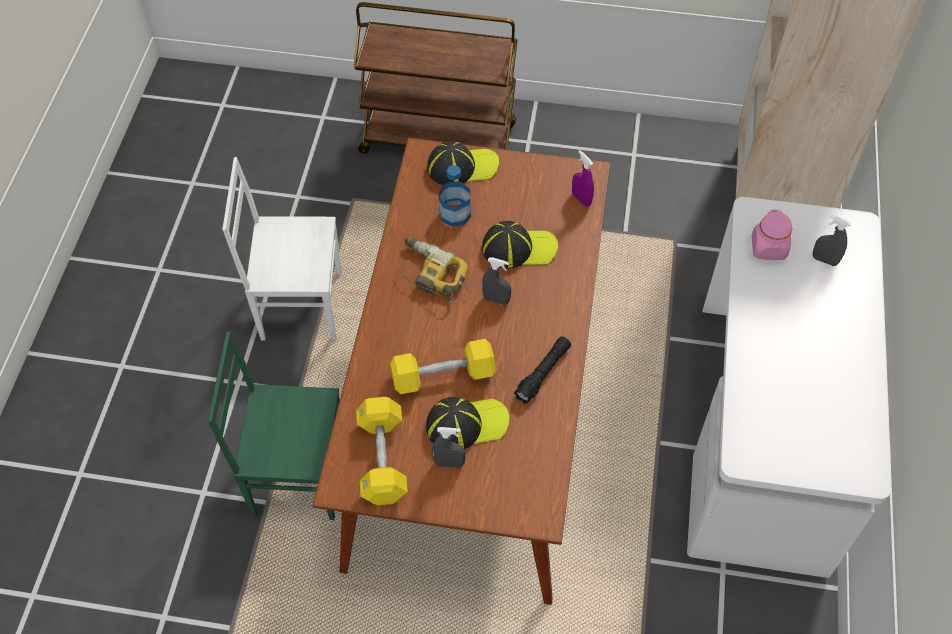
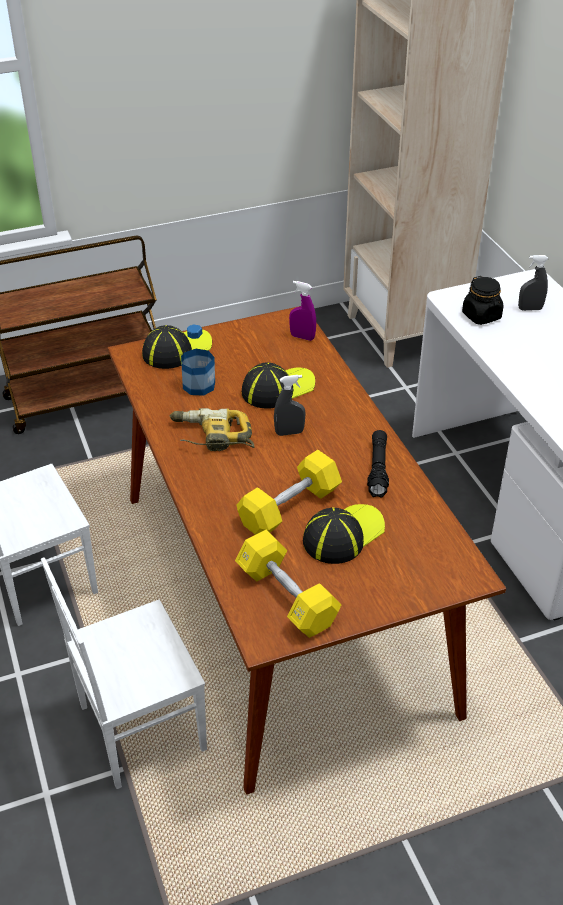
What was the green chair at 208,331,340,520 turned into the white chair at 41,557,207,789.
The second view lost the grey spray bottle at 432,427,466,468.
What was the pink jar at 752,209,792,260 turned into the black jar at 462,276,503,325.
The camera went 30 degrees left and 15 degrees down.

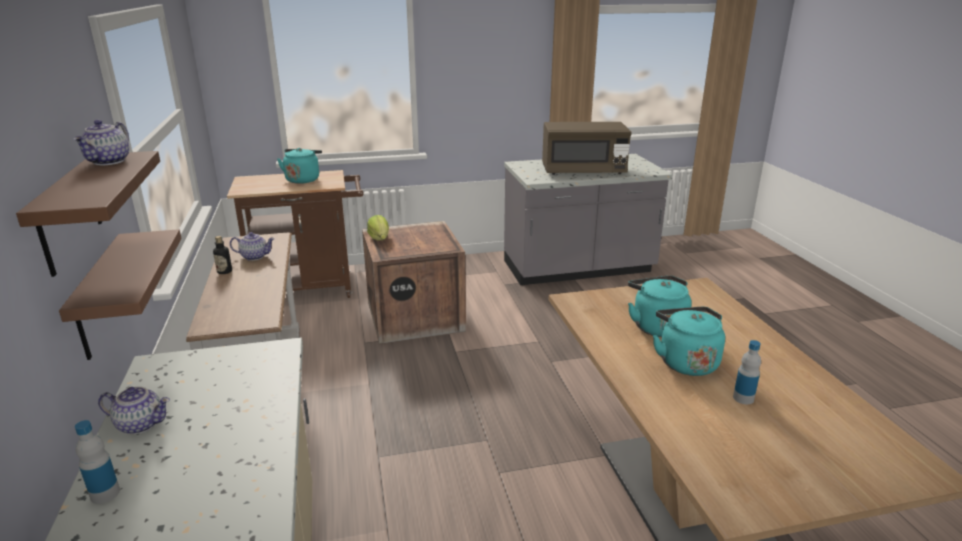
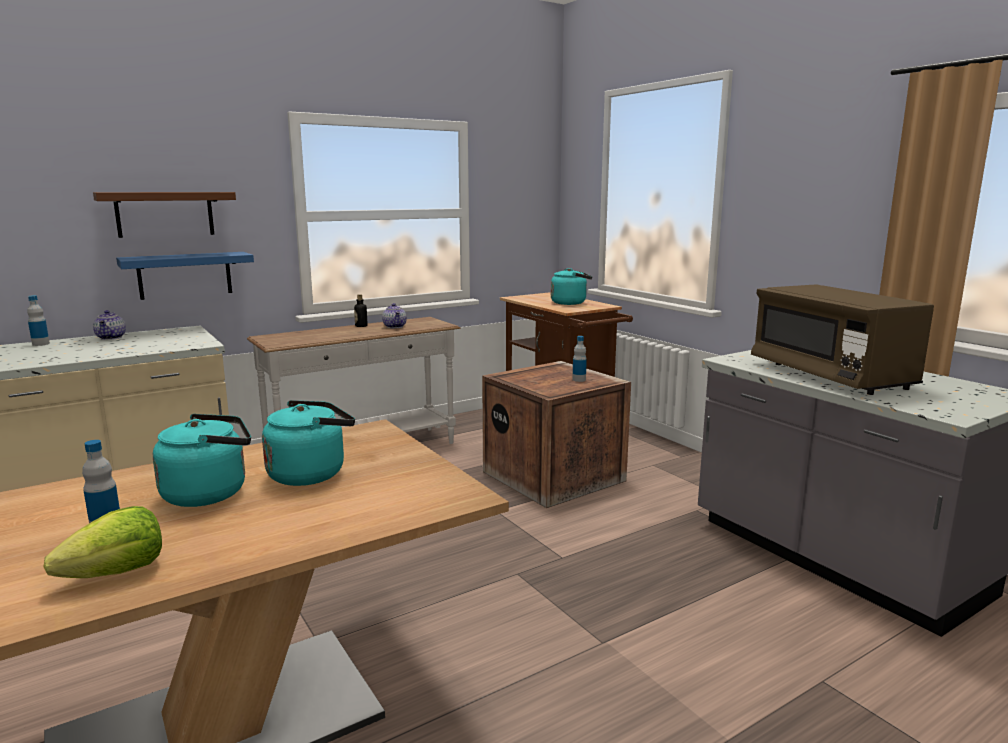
What was the brown shelf at 59,229,181,360 turned into the blue shelf at 116,252,254,300.
The second view lost the teapot at 73,120,129,165.
The lettuce ended up elsewhere, having gone from 367,215,389,241 to 44,506,162,578.
The second view gained the bottle at 572,336,587,382.
The camera went 70 degrees right and 10 degrees down.

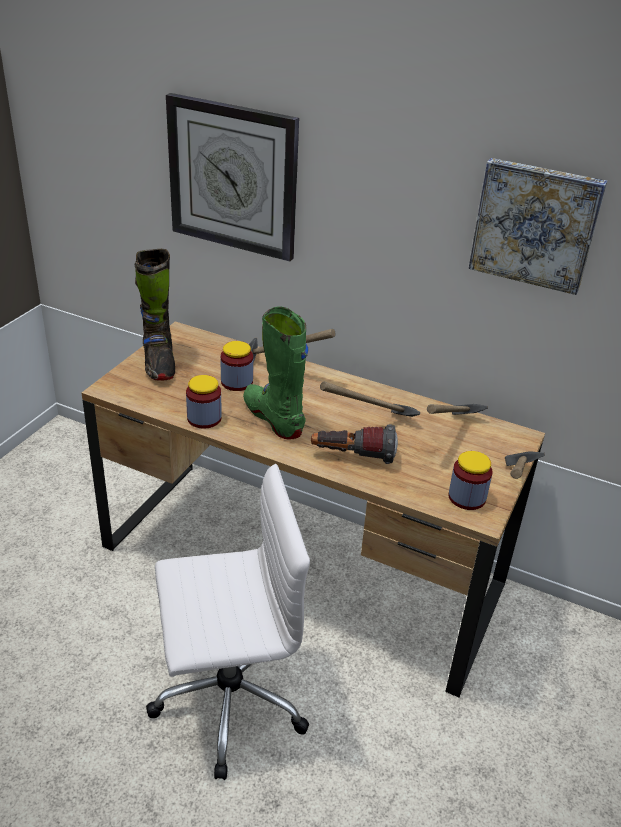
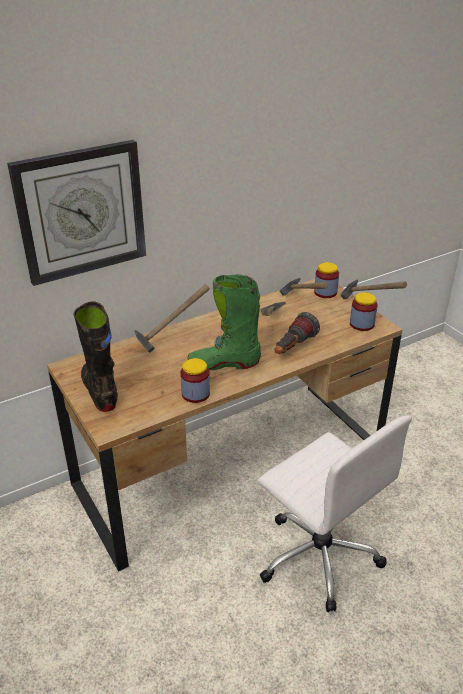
The black boot at 134,249,175,381 ended up facing another way, 135 degrees counterclockwise from before.
The white office chair at 146,464,310,780 ended up facing another way, 120 degrees clockwise from before.
The jar ended up elsewhere, having gone from 220,341,253,391 to 314,262,339,298.
The second view lost the picture at 469,158,607,295.
The camera went 55 degrees left and 0 degrees up.

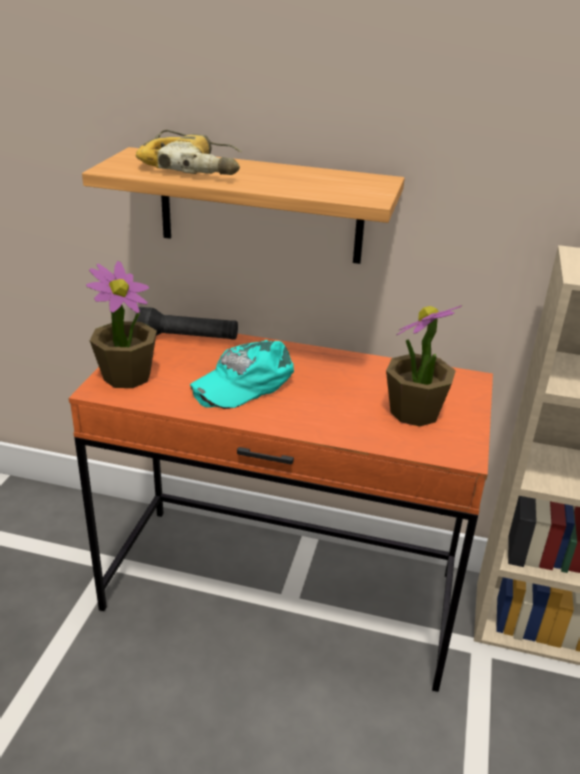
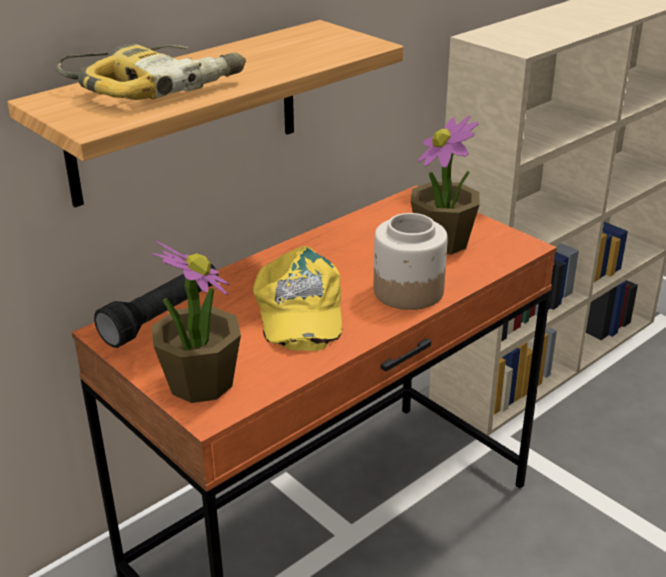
What was the turquoise cap at 190,340,294,409 turned into the yellow cap at 253,246,342,351.
The second view gained the jar at 374,213,448,310.
The camera went 55 degrees left and 0 degrees up.

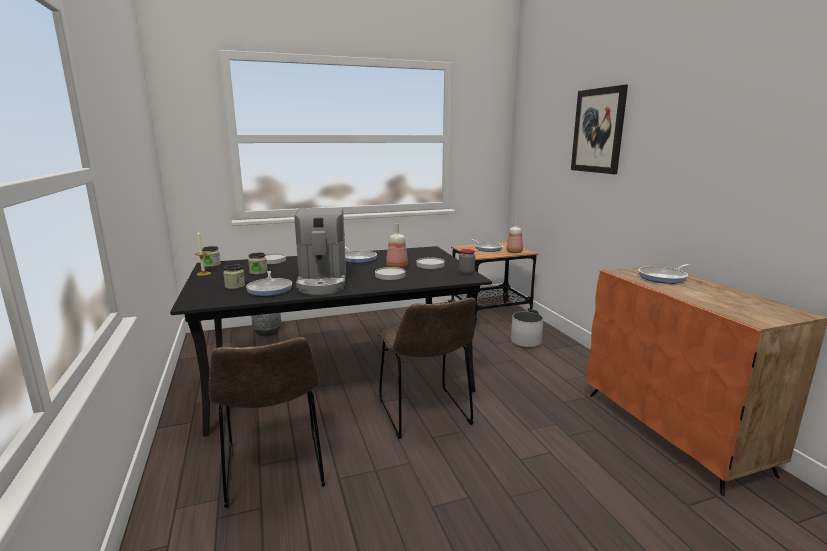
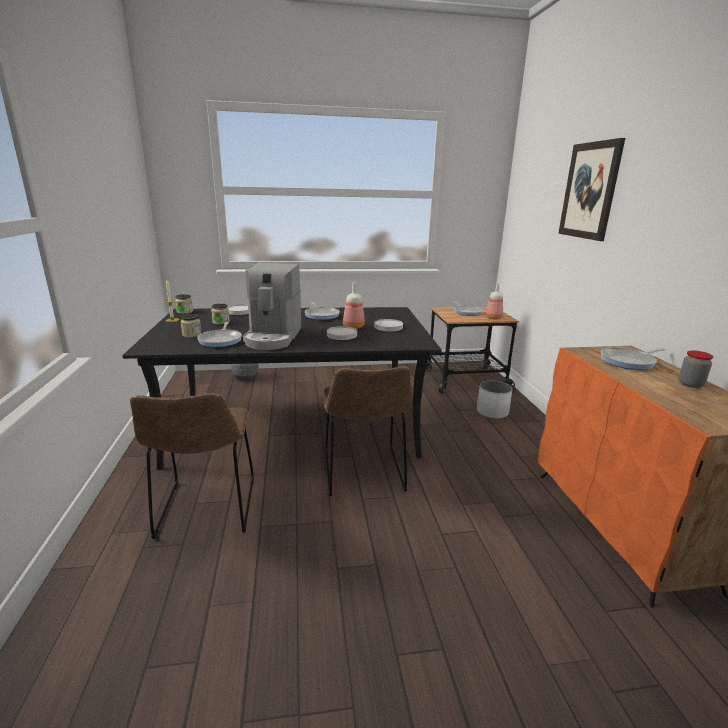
The jar ended up elsewhere, having gone from 459,249,475,275 to 679,350,713,388.
The camera went 10 degrees right and 5 degrees up.

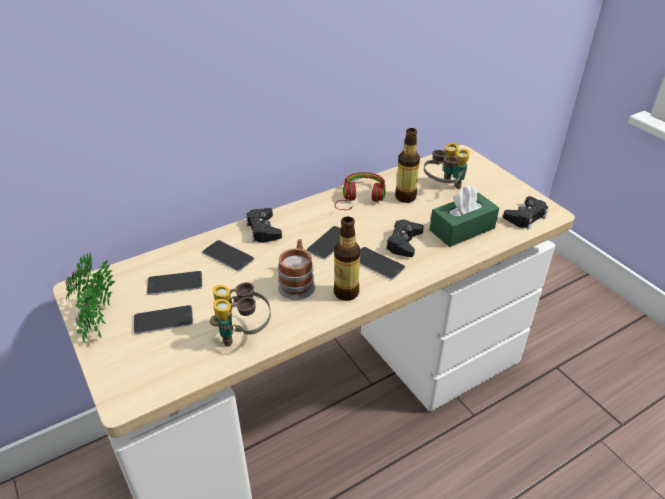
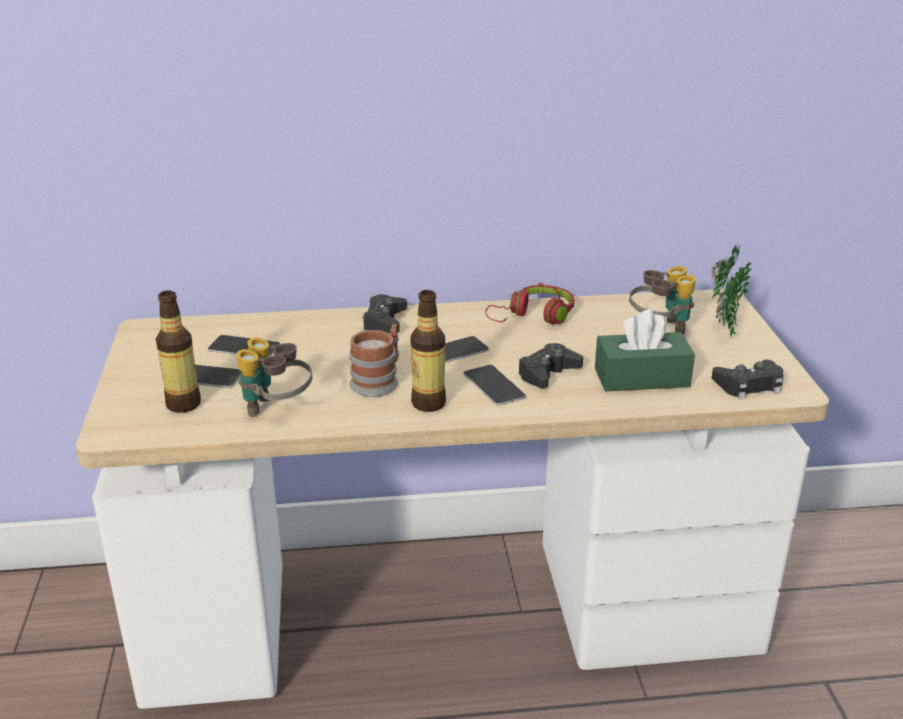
The potted plant ended up elsewhere, having gone from 65,252,116,344 to 711,242,752,337.
The second view lost the phone at 202,240,255,272.
The bottle ended up elsewhere, having gone from 395,128,420,203 to 156,290,201,413.
The camera went 25 degrees right and 10 degrees down.

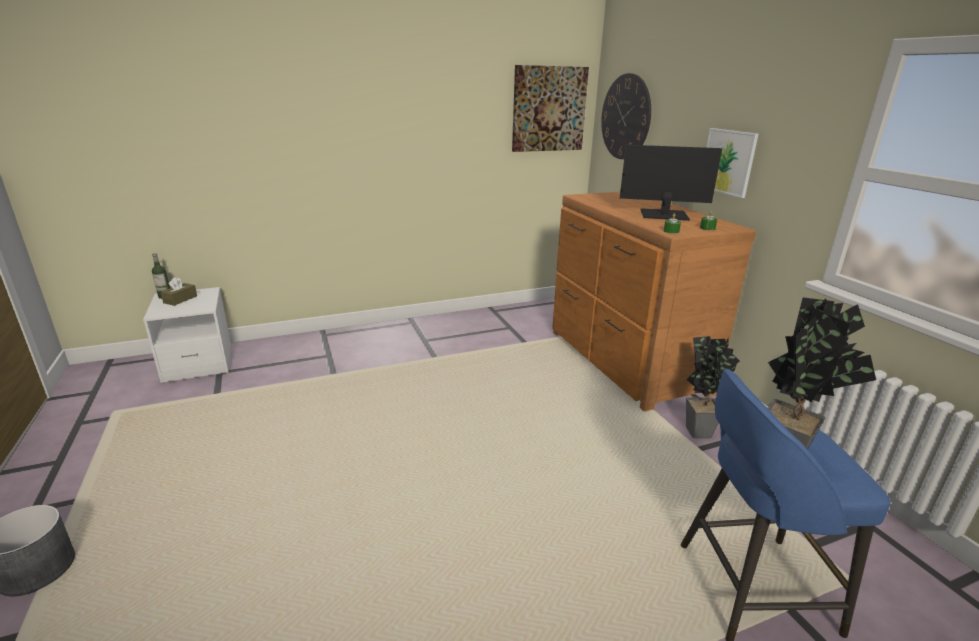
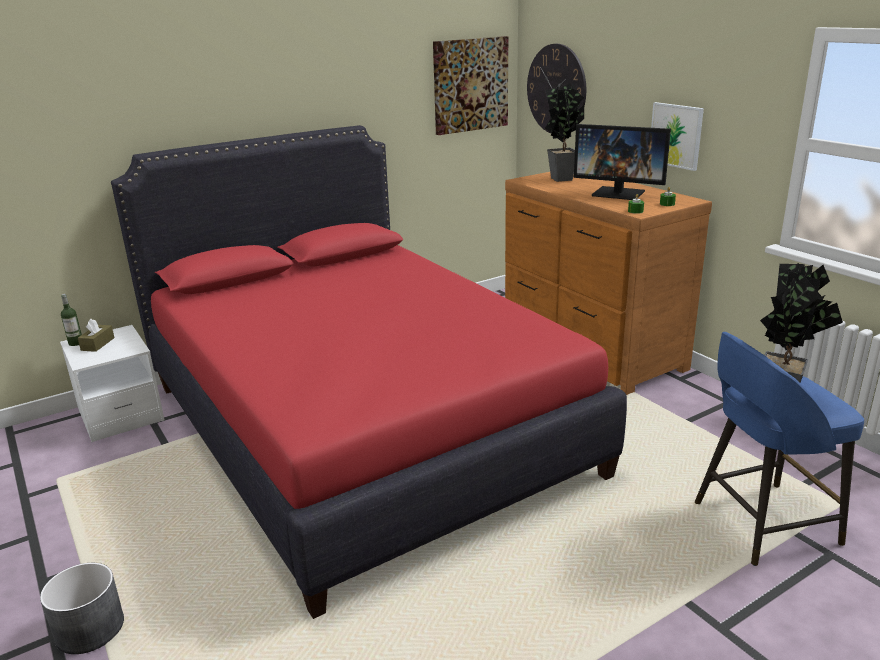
The monitor at 620,145,722,221 ended up facing another way, 150 degrees counterclockwise from before.
The potted plant ended up elsewhere, having gone from 686,336,740,438 to 545,82,584,182.
The second view gained the red bed at 111,125,627,619.
The camera went 10 degrees left and 0 degrees up.

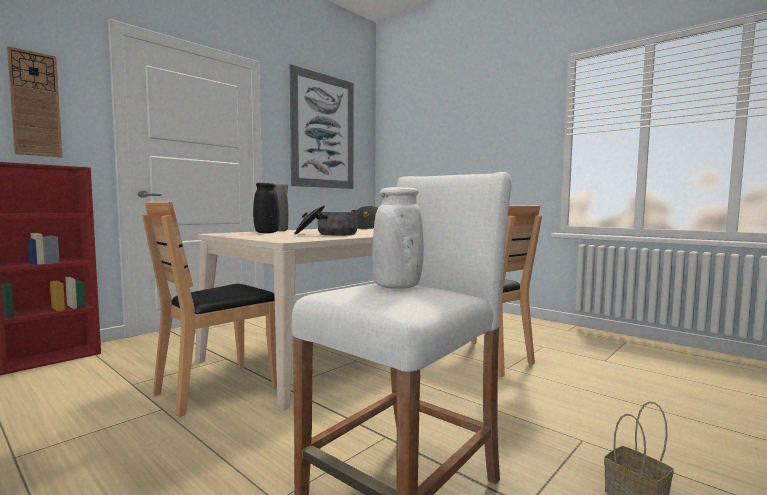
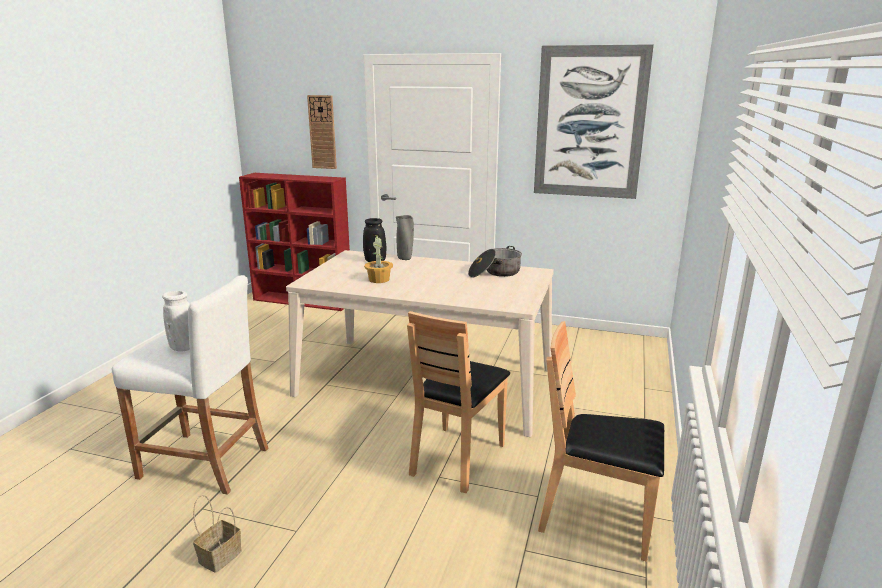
The brown chair ended up elsewhere, having gone from 142,202,277,417 to 538,321,664,561.
Where the cooking pot stood at 294,205,360,236, the potted plant came to stand at 364,234,393,283.
The camera went 65 degrees right and 15 degrees up.

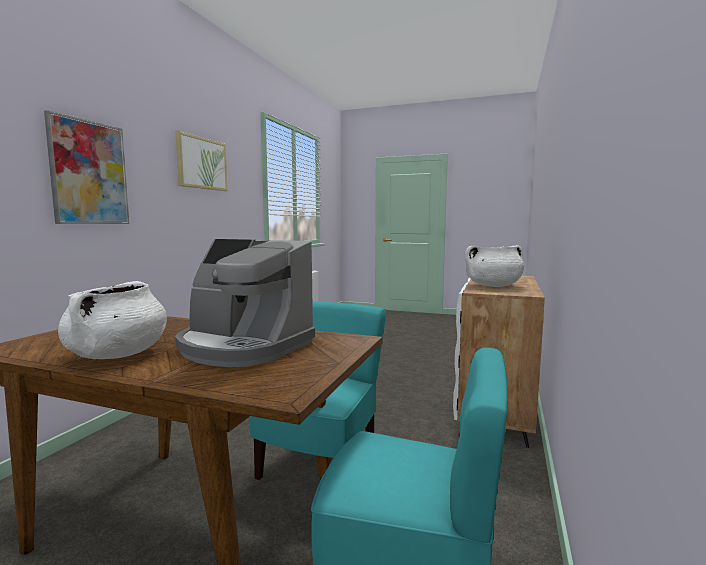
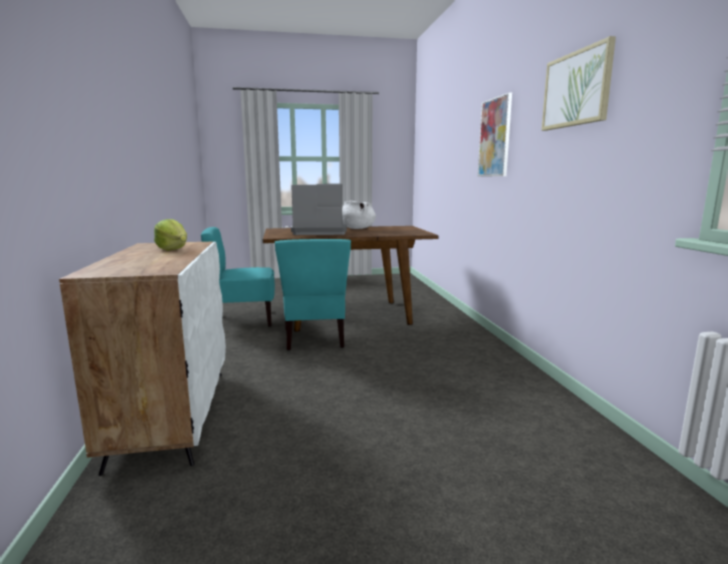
Where the white cooking pot stood at 465,245,524,287, the lettuce came to stand at 154,219,187,251.
The camera went 150 degrees right and 5 degrees up.

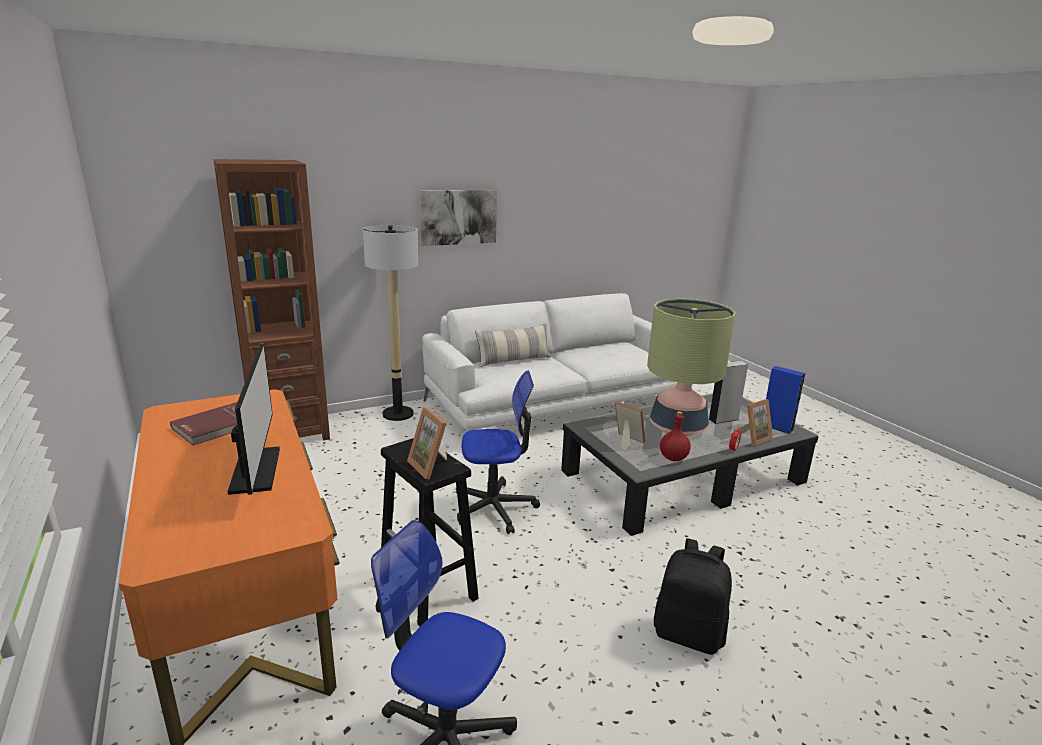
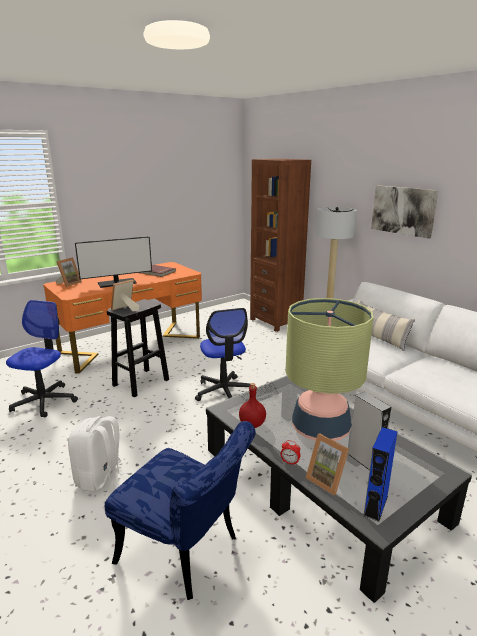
The picture frame ended up elsewhere, having gone from 615,401,645,451 to 56,257,82,287.
What was the black backpack at 654,538,732,655 turned into the white backpack at 68,416,131,492.
The second view gained the blue chair at 105,421,255,600.
The camera went 80 degrees right and 0 degrees up.

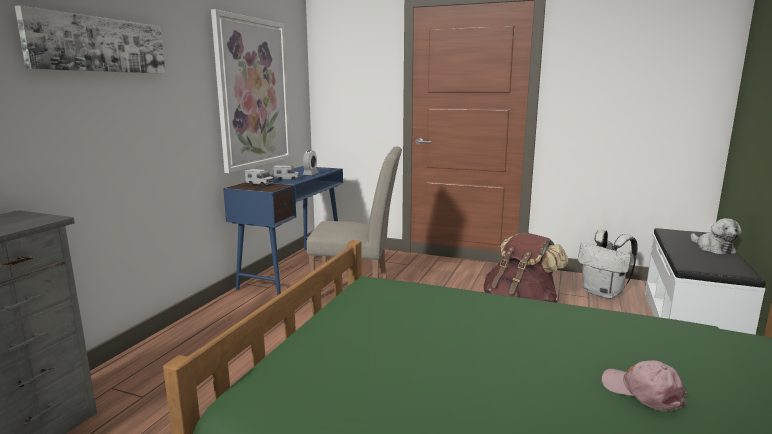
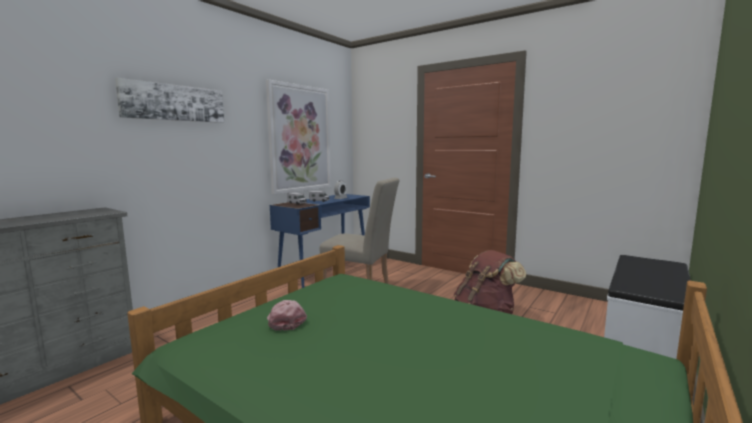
The second view lost the white backpack at 578,230,638,299.
The pink cap ended up elsewhere, having gone from 602,360,687,411 to 267,300,307,331.
The second view lost the plush toy at 691,218,742,255.
The camera went 15 degrees right and 5 degrees down.

